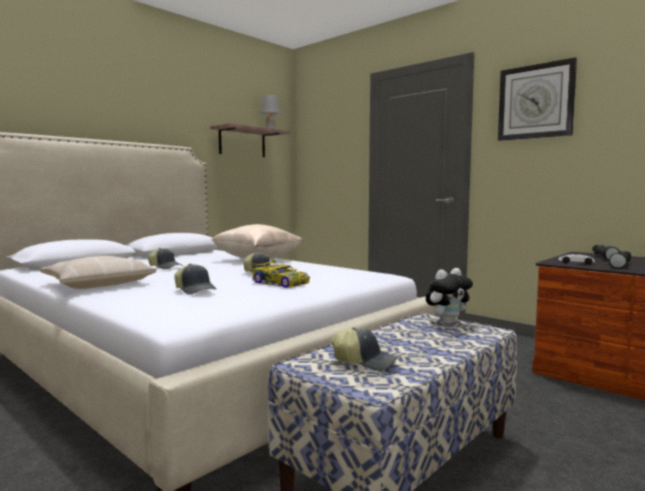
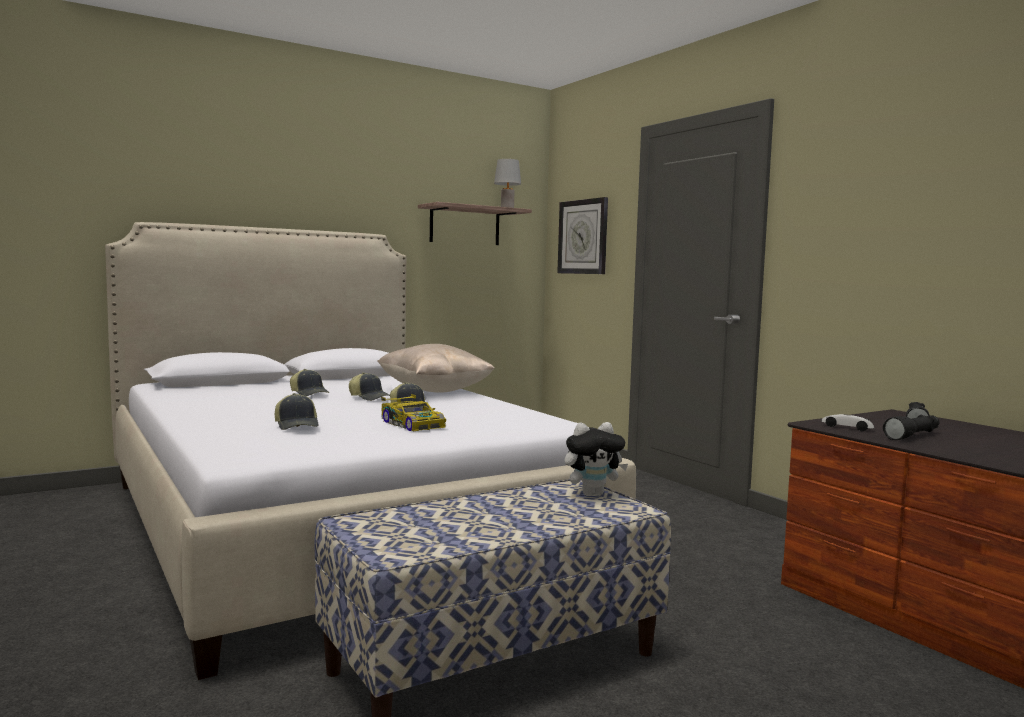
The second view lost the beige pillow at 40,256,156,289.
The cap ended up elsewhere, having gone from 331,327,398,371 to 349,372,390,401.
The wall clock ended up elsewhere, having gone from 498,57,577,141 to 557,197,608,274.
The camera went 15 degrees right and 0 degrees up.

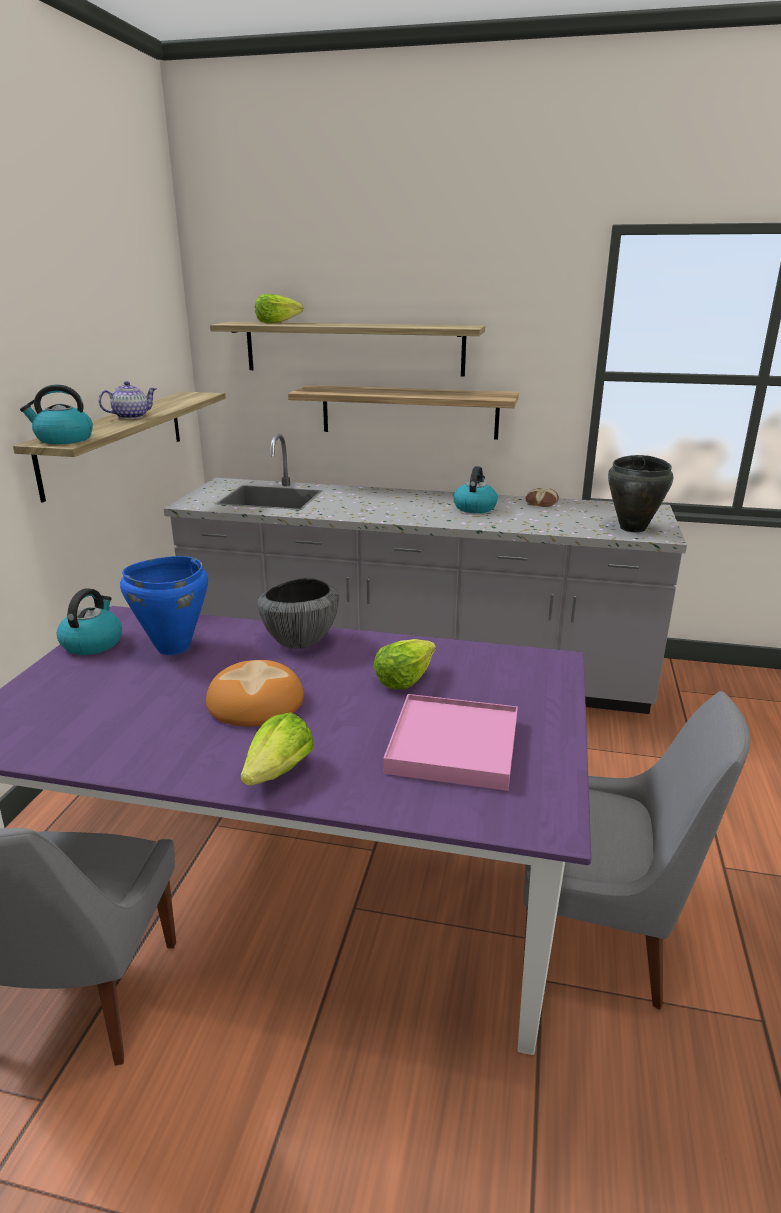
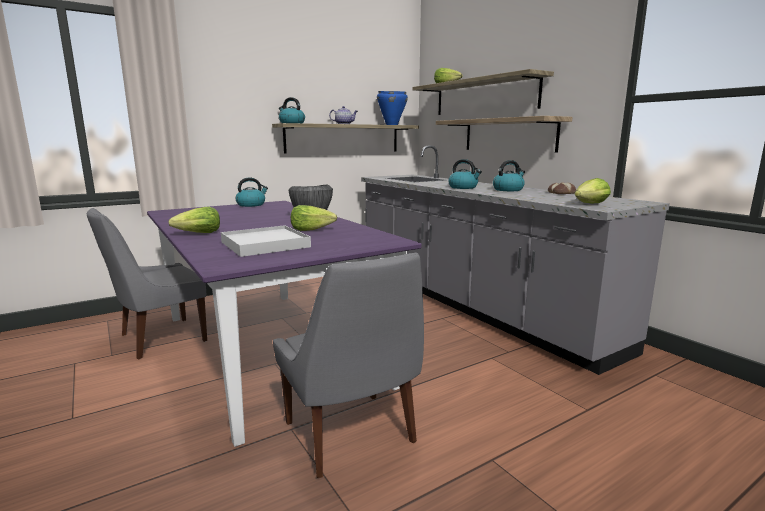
The blue cooking pot ended up elsewhere, having gone from 120,556,208,655 to 377,91,408,125.
The second view lost the bread at 206,660,304,727.
What was the pink tray at 384,694,518,791 turned into the white tray at 221,225,311,257.
Where the black cooking pot stood at 608,455,674,532, the lettuce came to stand at 574,178,611,204.
The second view gained the kettle at 448,159,482,189.
The camera went 45 degrees right and 10 degrees down.

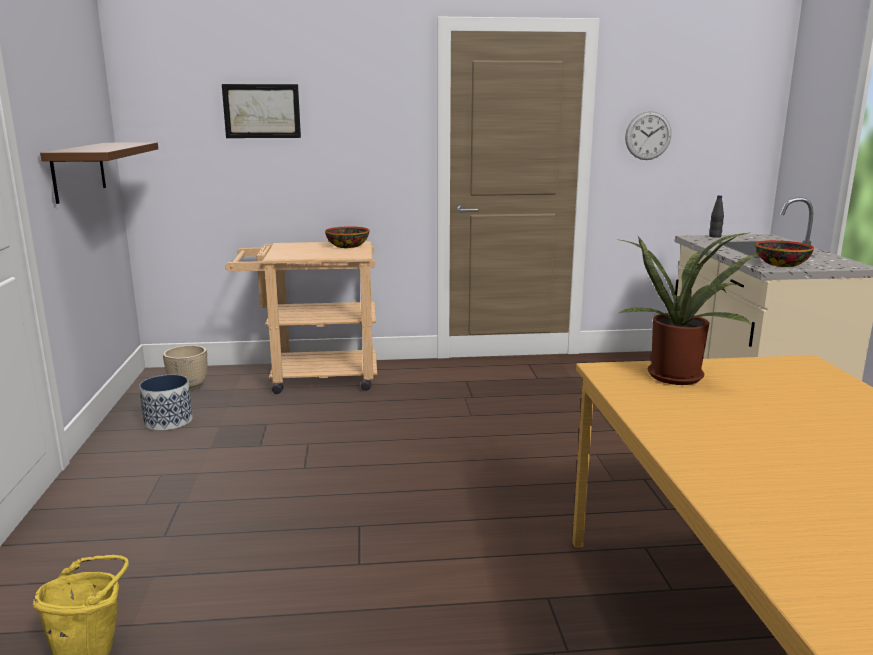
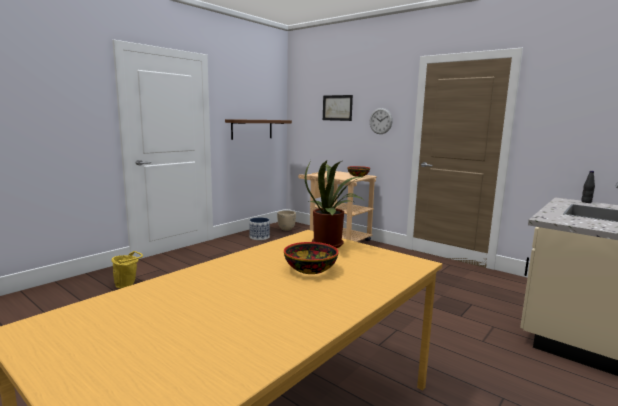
The wall clock ended up elsewhere, having gone from 625,111,671,160 to 370,108,393,134.
The bowl ended up elsewhere, having gone from 755,240,814,267 to 284,242,339,274.
The camera went 45 degrees right and 5 degrees down.

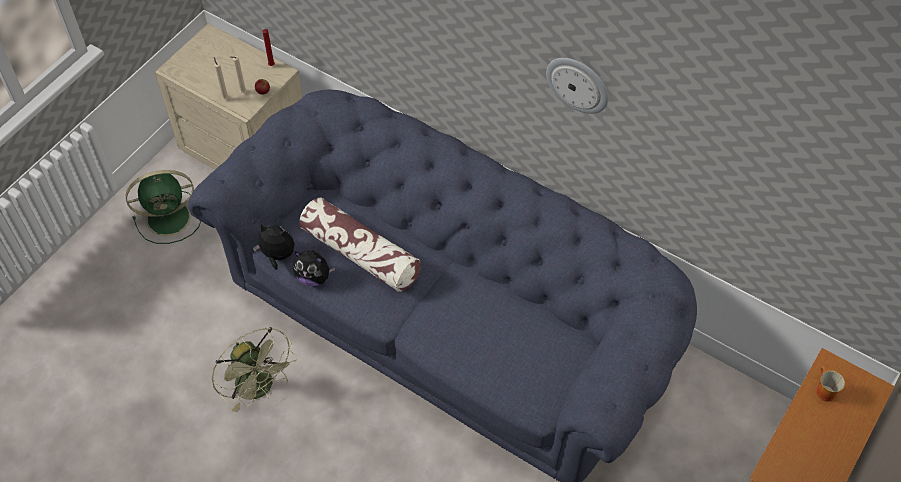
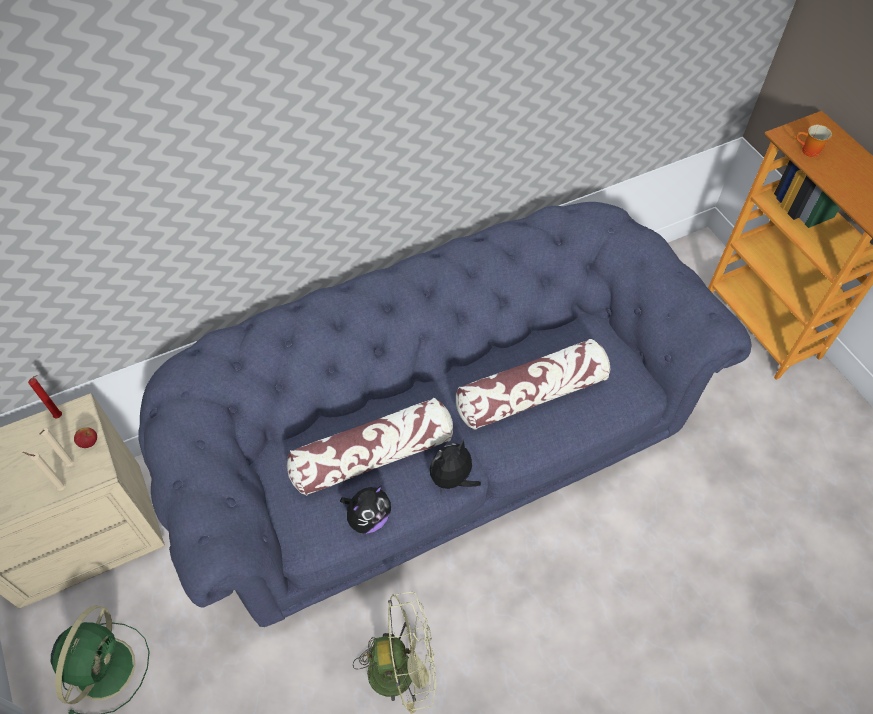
The plush toy ended up elsewhere, having gone from 253,223,295,270 to 430,439,481,496.
The second view lost the wall clock at 546,58,609,114.
The second view gained the pillow at 456,339,610,430.
The camera went 60 degrees left and 0 degrees up.

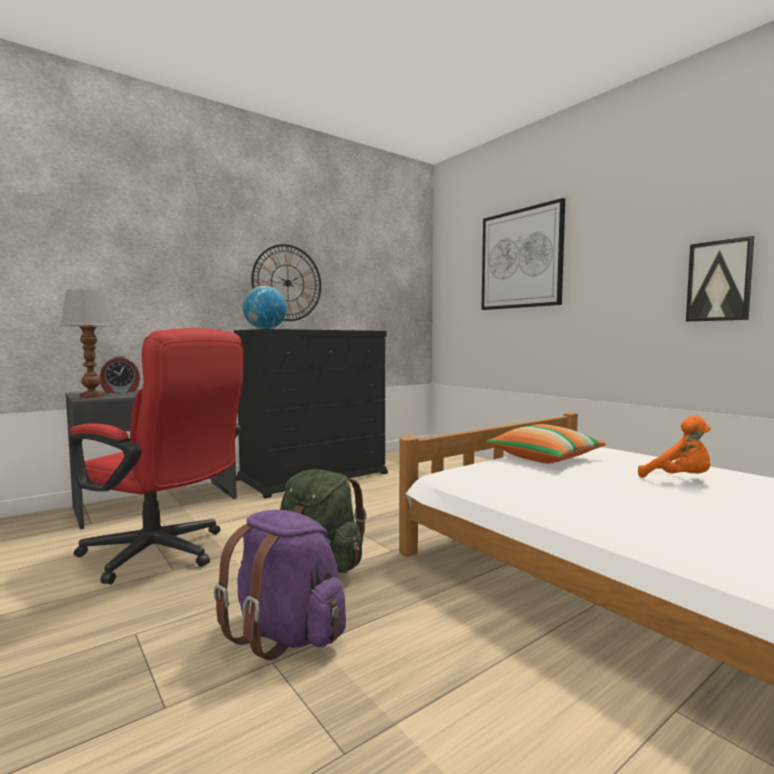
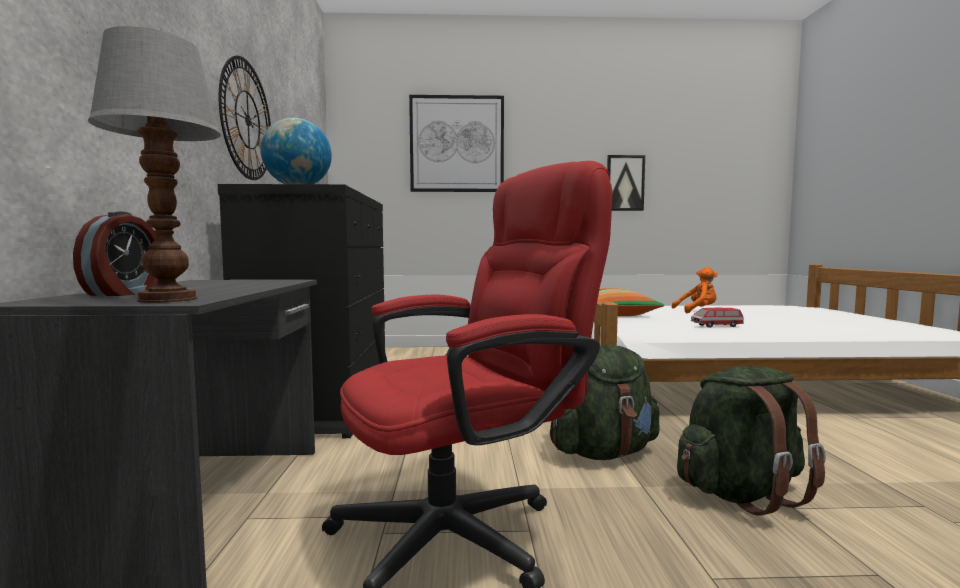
What was the purple backpack at 214,510,346,660 turned into the green backpack at 677,366,826,516.
The second view gained the toy car at 691,308,744,328.
The camera went 55 degrees left and 0 degrees up.

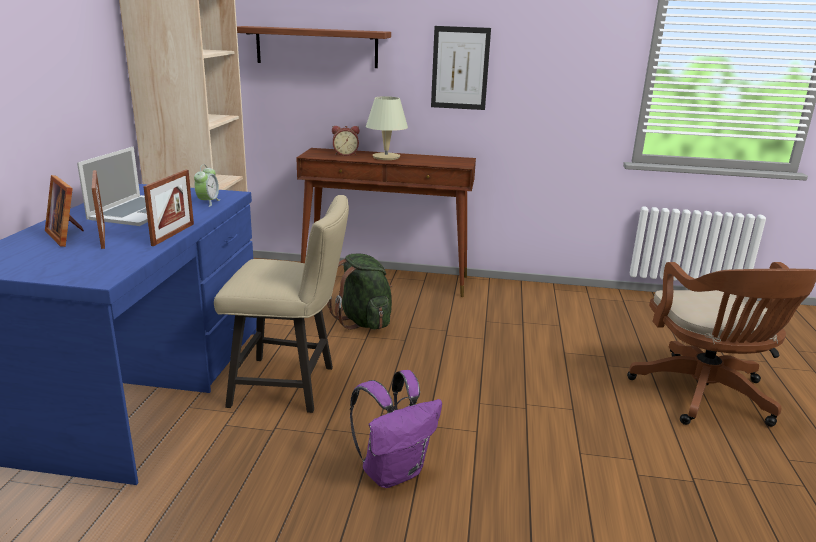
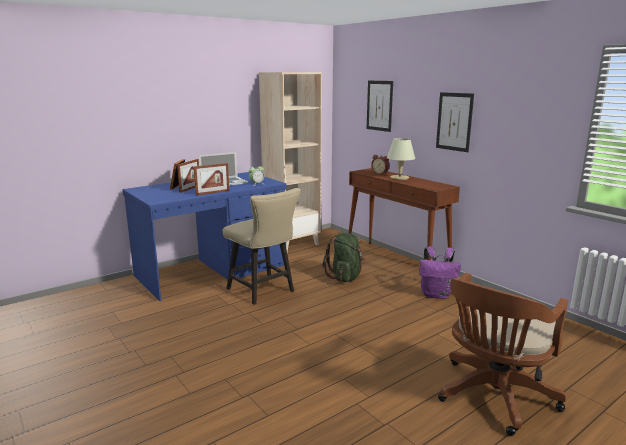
Where the shelf hung at 237,26,391,68, the picture came to hang at 367,81,393,132.
The purple backpack ended up elsewhere, having gone from 350,370,442,488 to 419,246,461,299.
The camera went 45 degrees right and 5 degrees down.

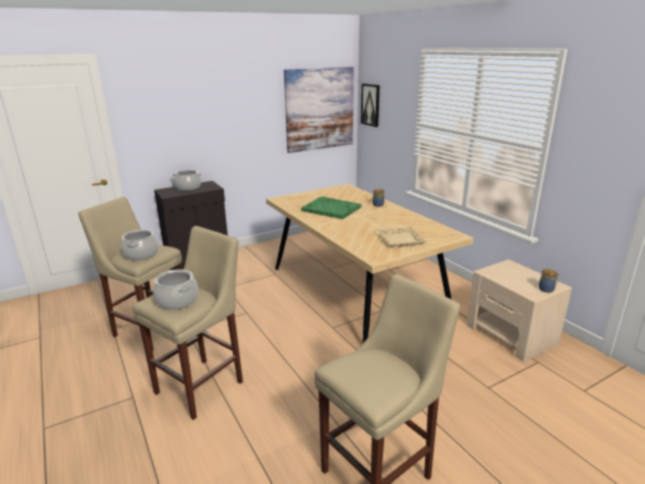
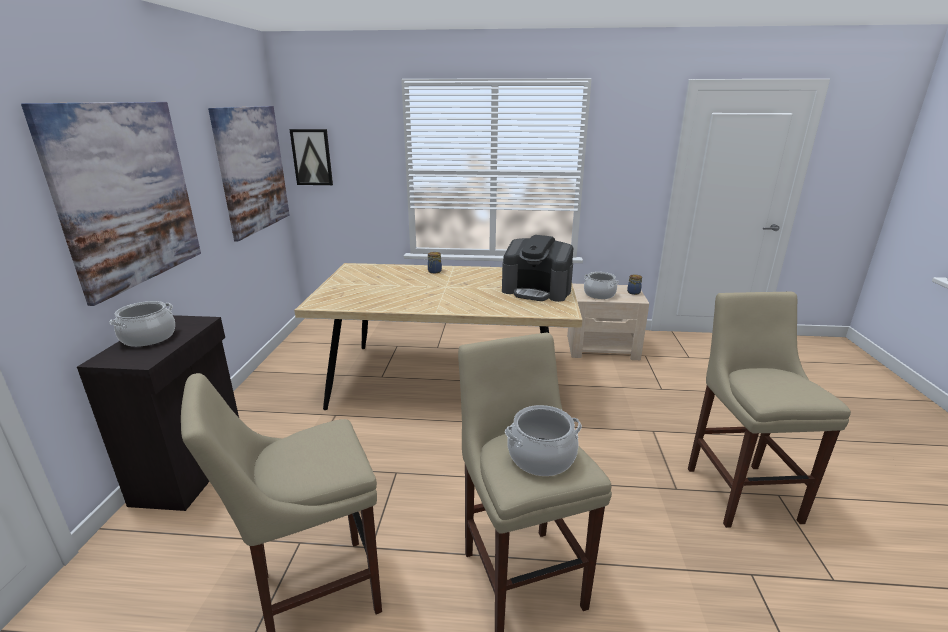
The cooking pot ended up elsewhere, having gone from 121,229,159,260 to 584,272,619,299.
The second view lost the green tray at 301,196,362,219.
Where the beige tray stood at 377,226,427,248, the coffee machine came to stand at 502,235,573,302.
The second view gained the picture at 21,102,201,306.
The camera went 55 degrees left and 0 degrees up.

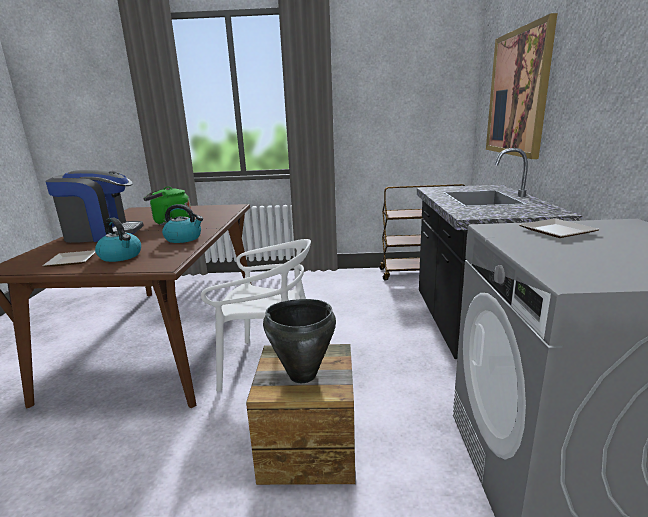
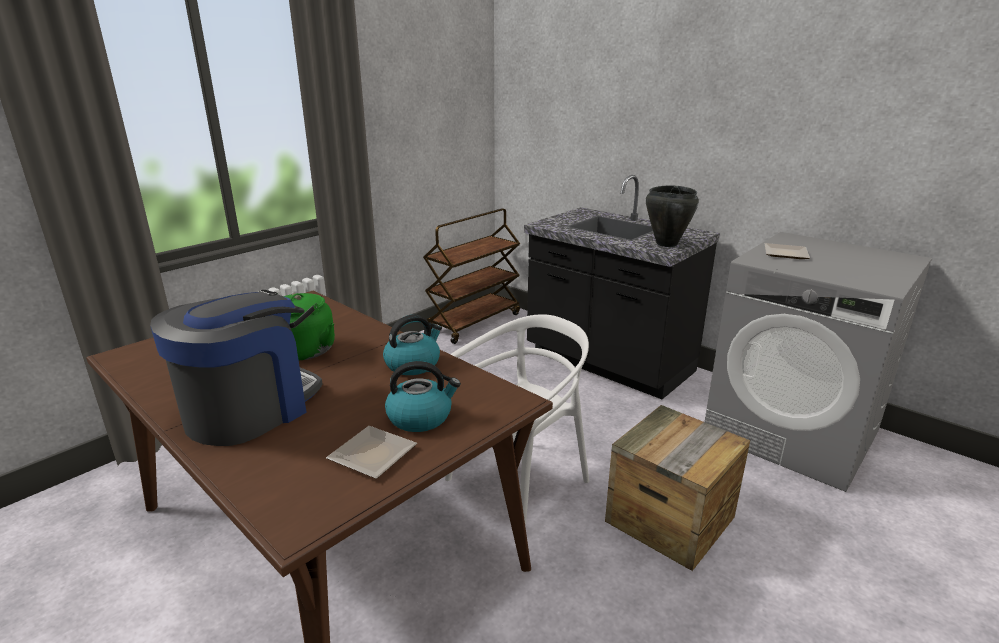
The black cooking pot ended up elsewhere, having gone from 263,299,336,383 to 646,186,699,247.
The second view lost the picture at 486,13,558,159.
The camera went 50 degrees left and 5 degrees up.

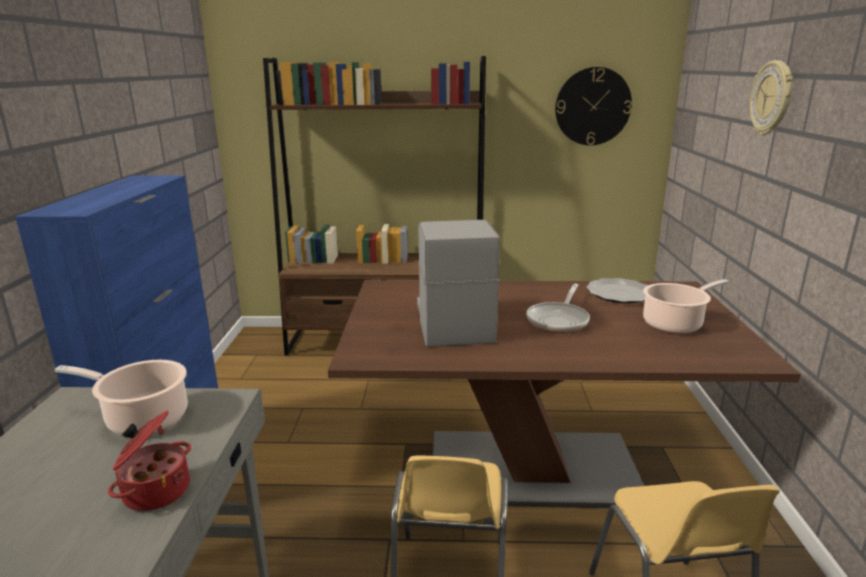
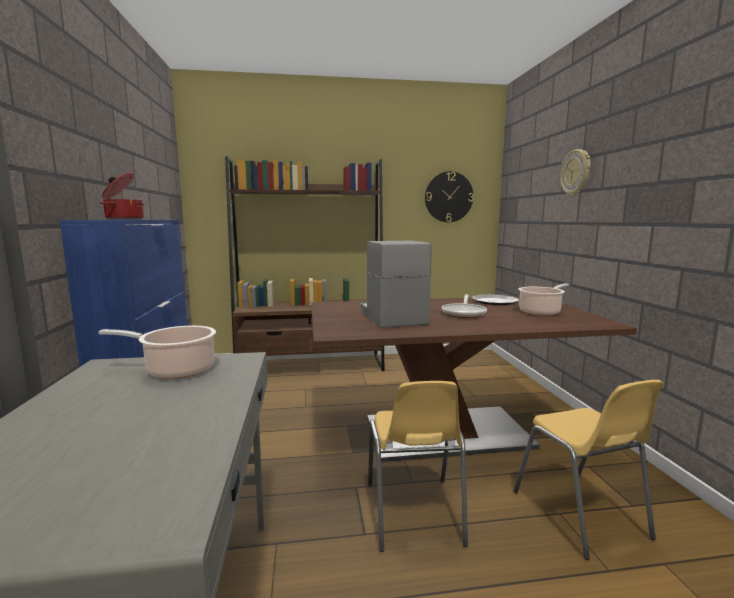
The cooking pot ended up elsewhere, having gone from 108,411,191,511 to 100,172,144,219.
The camera went 10 degrees left and 10 degrees down.

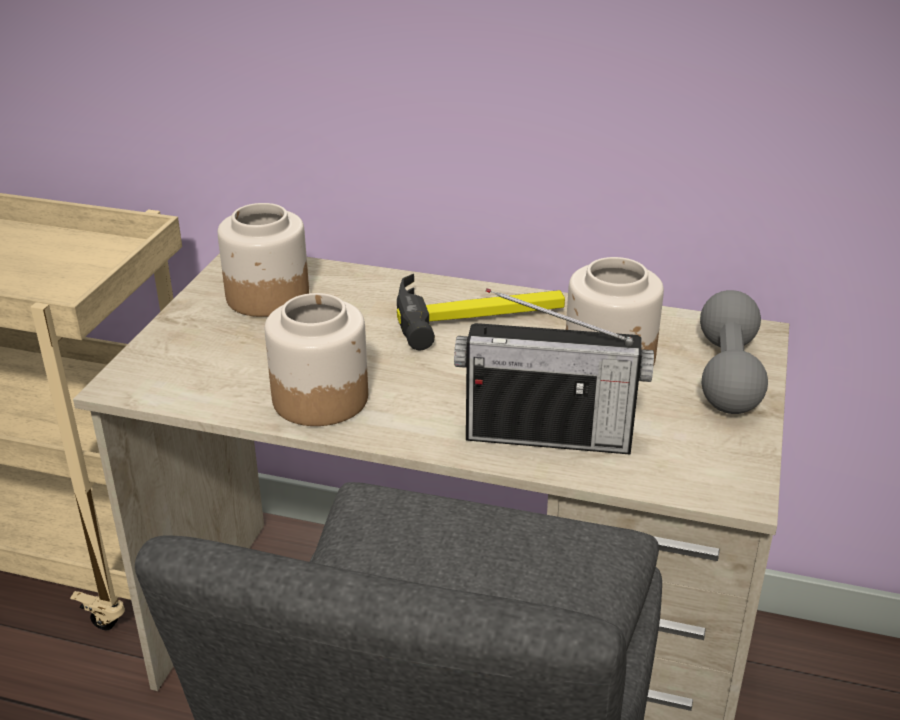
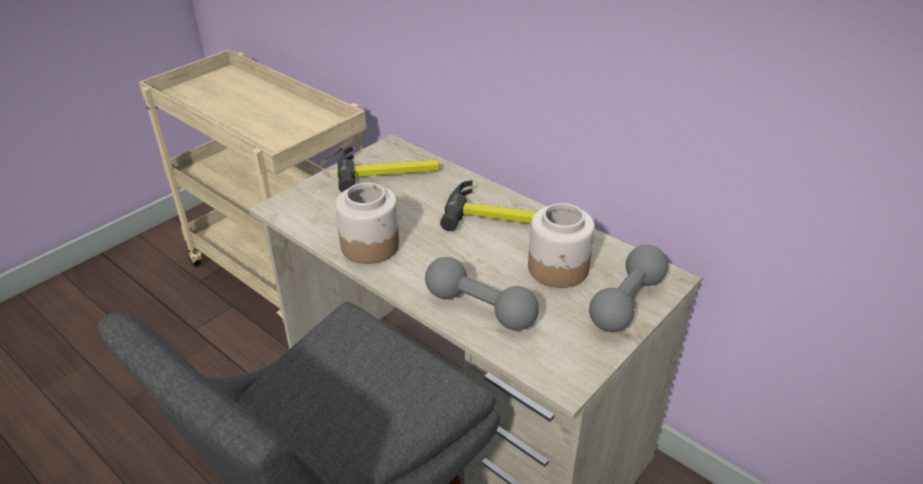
Where the jar stood at 218,203,309,317, the hammer came to stand at 337,146,439,192.
Where the radio stood at 454,288,654,454, the grey dumbbell came to stand at 425,257,539,330.
The camera went 25 degrees right and 5 degrees up.

